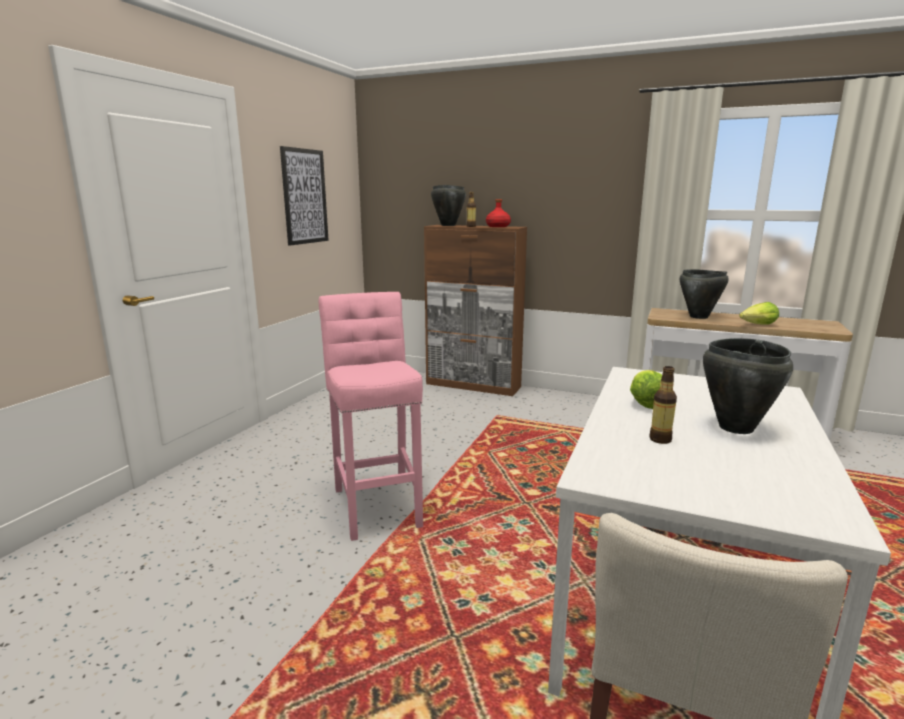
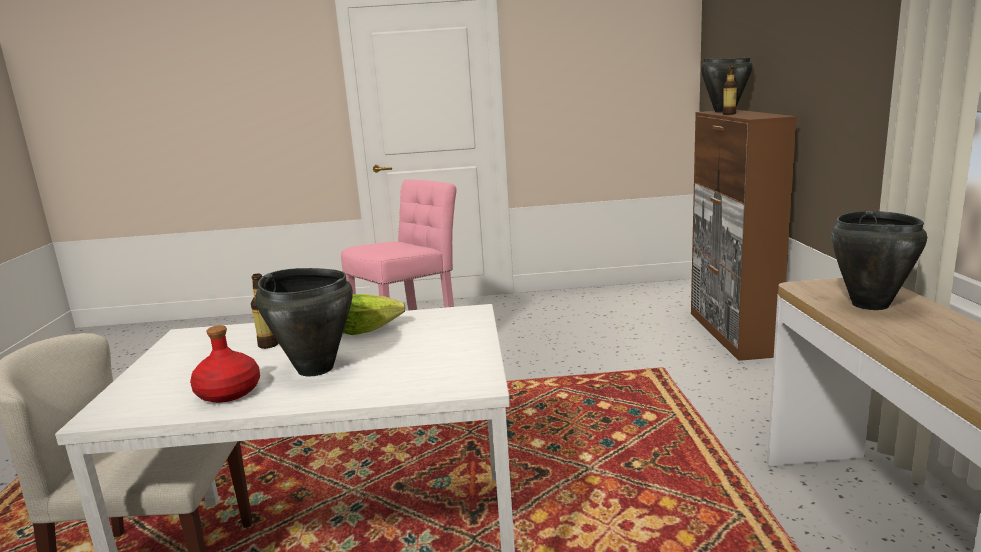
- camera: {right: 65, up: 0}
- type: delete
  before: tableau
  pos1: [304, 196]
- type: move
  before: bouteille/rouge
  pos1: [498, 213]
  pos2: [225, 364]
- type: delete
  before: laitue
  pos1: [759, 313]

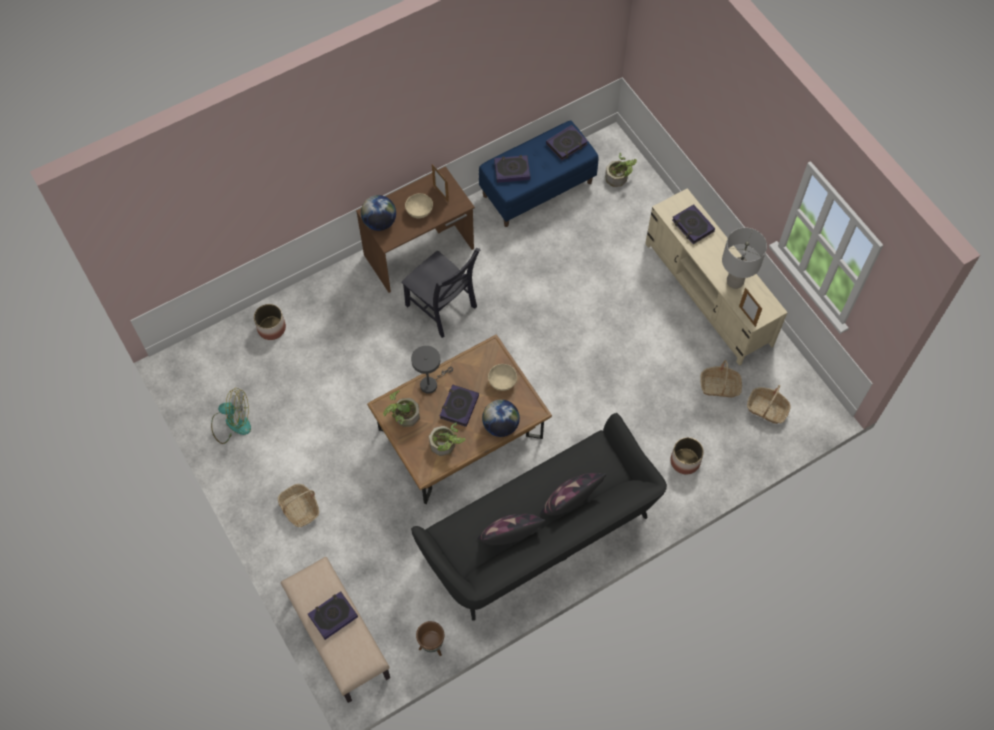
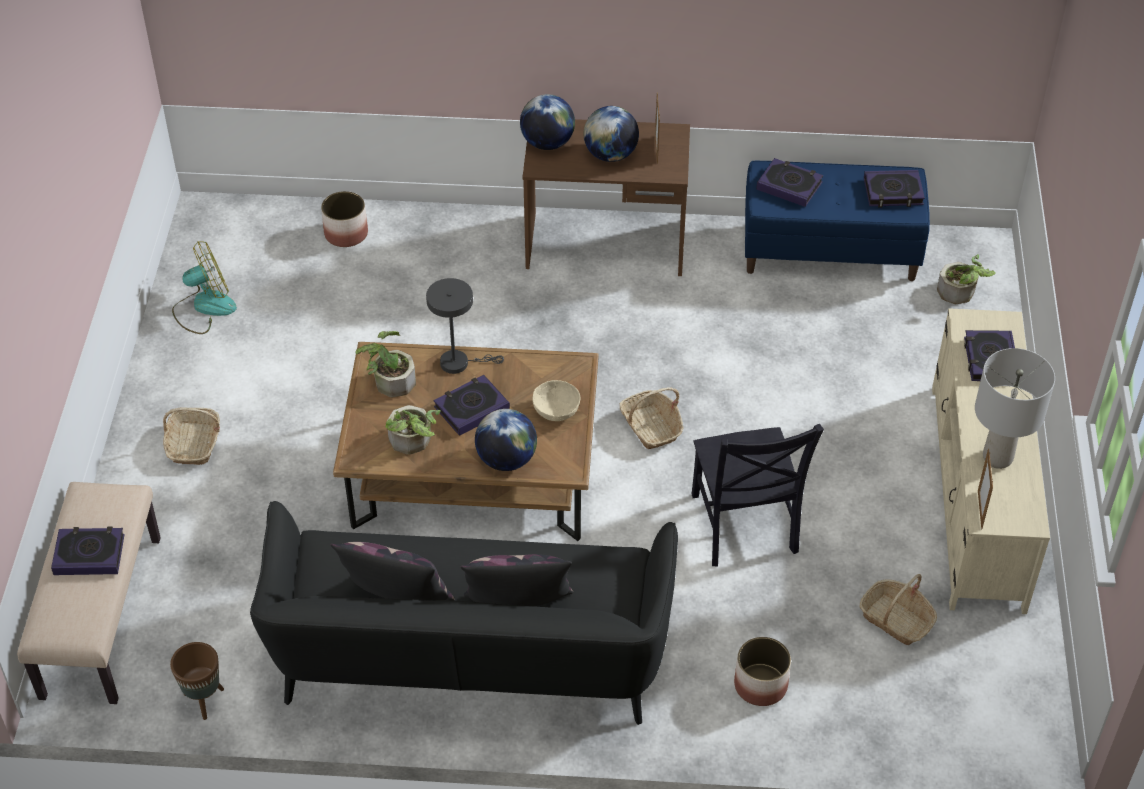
- camera: {right: 35, up: -15}
- type: rotate
  before: ventilateur
  pos1: [231, 416]
  pos2: [204, 287]
  turn: -60
- type: move
  before: chaise/noir
  pos1: [441, 293]
  pos2: [758, 495]
- type: replace
  before: bol/beige
  after: globe
  pos1: [419, 205]
  pos2: [611, 134]
- type: move
  before: panier
  pos1: [769, 404]
  pos2: [651, 418]

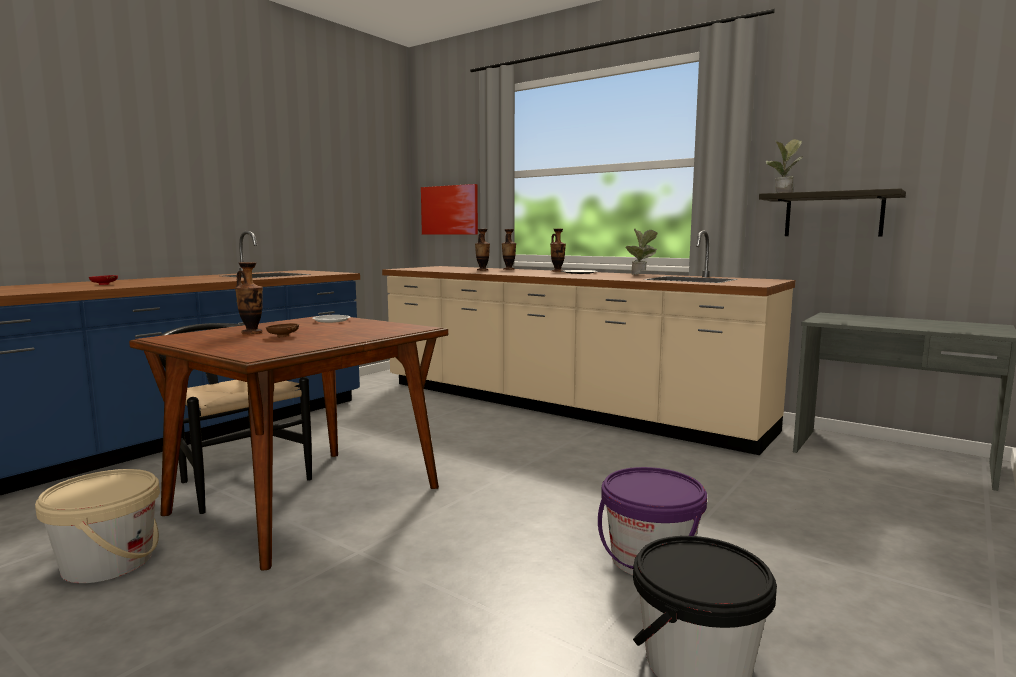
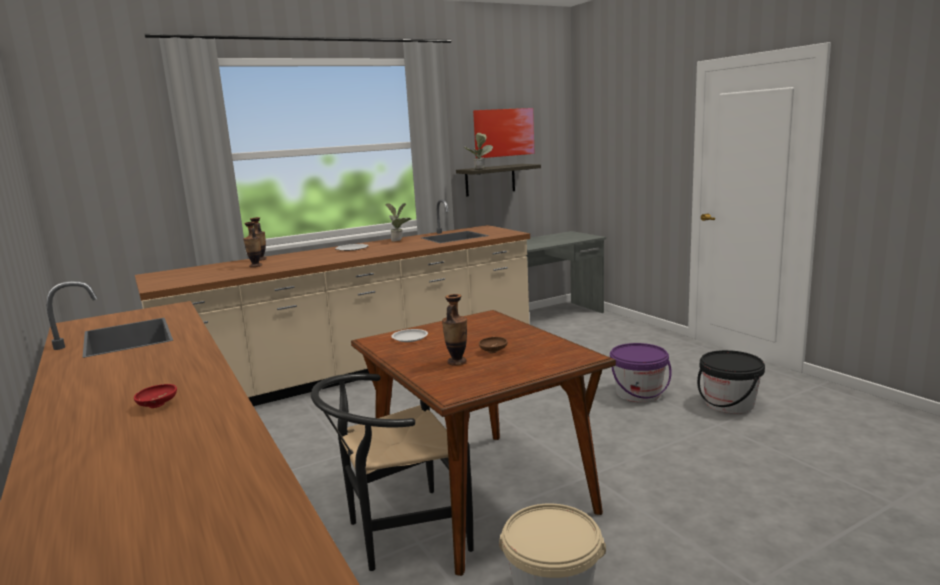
- camera: {right: -65, up: 5}
- type: move
  before: tableau
  pos1: [449, 209]
  pos2: [504, 133]
- type: delete
  before: vase
  pos1: [558, 250]

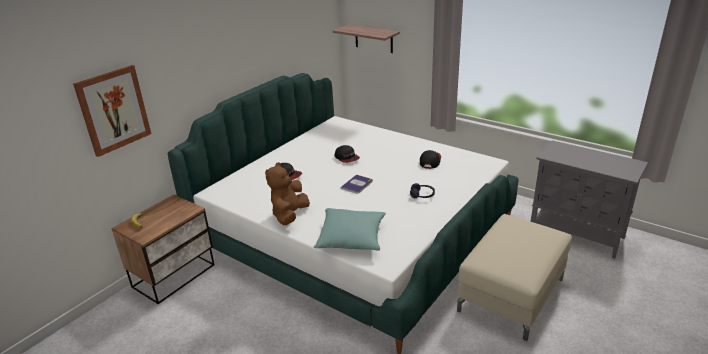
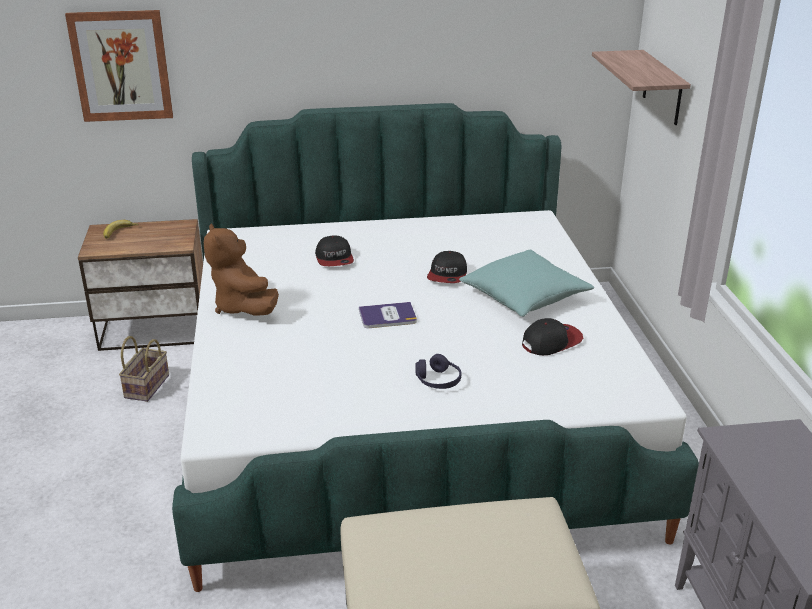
- camera: {right: 45, up: 0}
- type: rotate
  before: peluche/marron
  pos1: [287, 193]
  pos2: [241, 269]
  turn: -90
- type: move
  before: coussin/turquoise
  pos1: [350, 229]
  pos2: [526, 283]
- type: insert
  after: panier
  pos2: [144, 369]

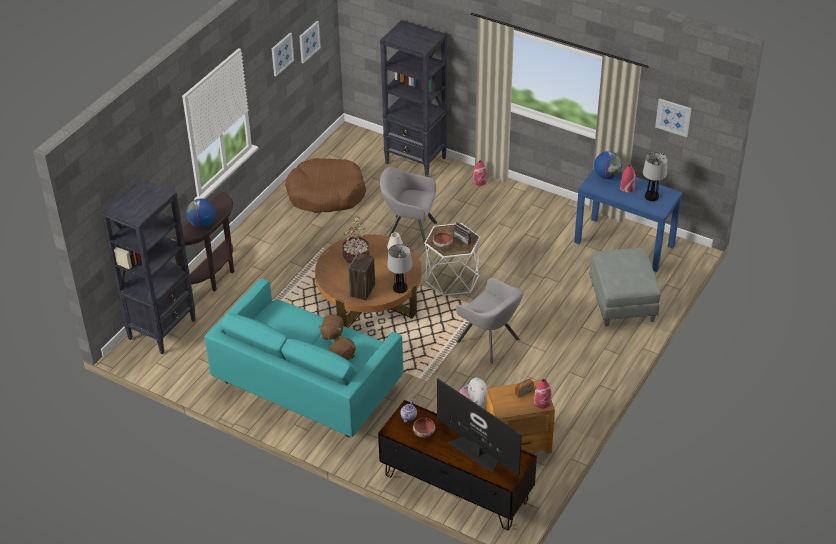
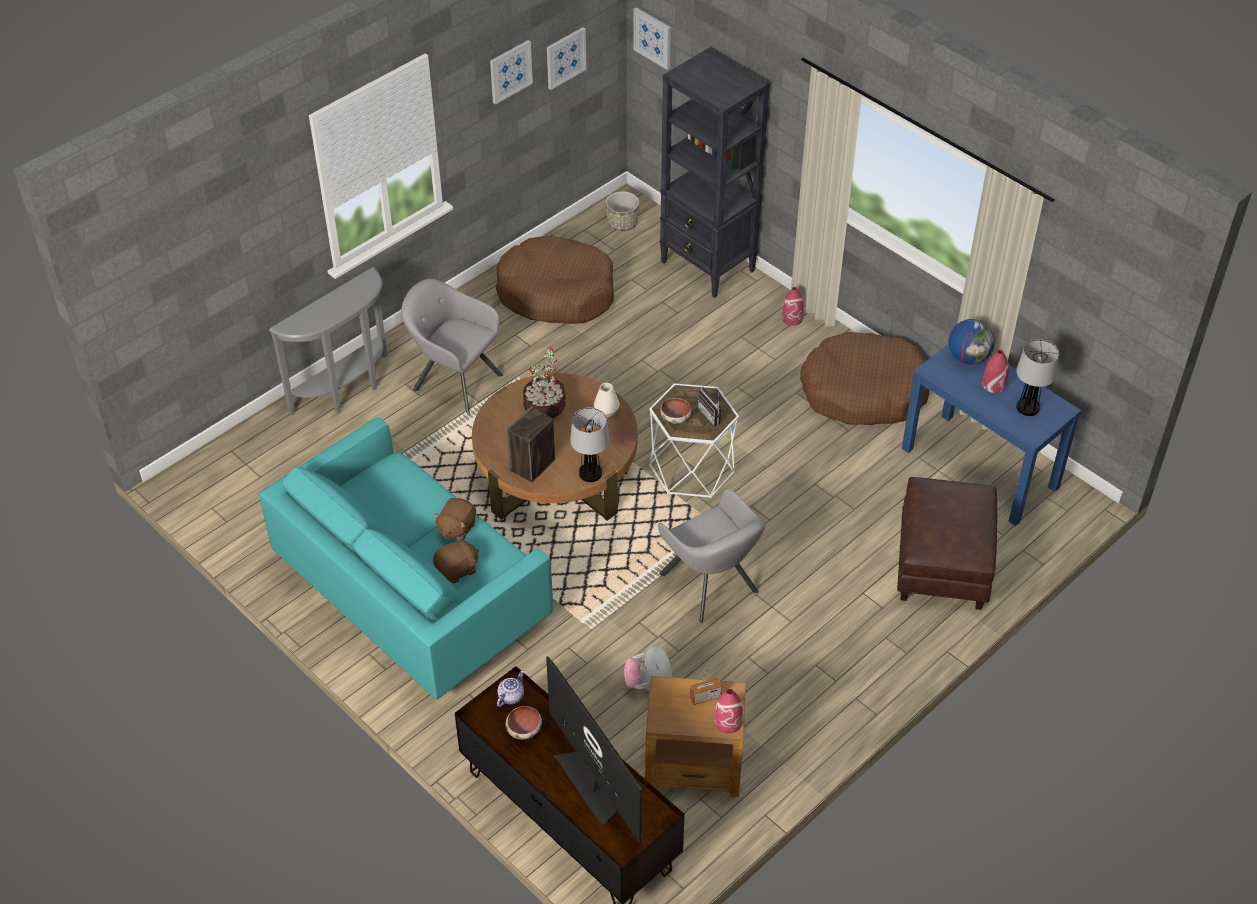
- camera: {right: 15, up: 5}
- type: delete
  before: bibliothèque/noir
  pos1: [148, 266]
- type: recolor
  before: table console/marron
  after: table console/gris
  pos1: [203, 241]
  pos2: [328, 341]
- type: delete
  before: globe
  pos1: [201, 213]
- type: move
  before: fauteuil/gris
  pos1: [409, 208]
  pos2: [452, 347]
- type: recolor
  before: pouf/gris
  after: pouf/marron
  pos1: [625, 287]
  pos2: [947, 543]
- type: move
  before: tableau
  pos1: [673, 117]
  pos2: [652, 39]
- type: insert
  after: cache-pot
  pos2: [622, 211]
- type: insert
  after: panier pour chien/marron
  pos2: [865, 378]

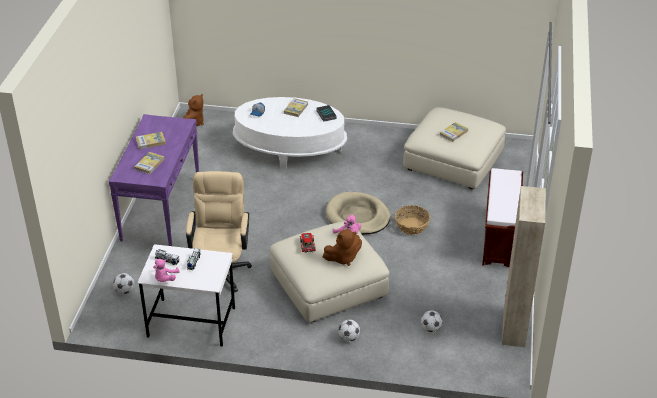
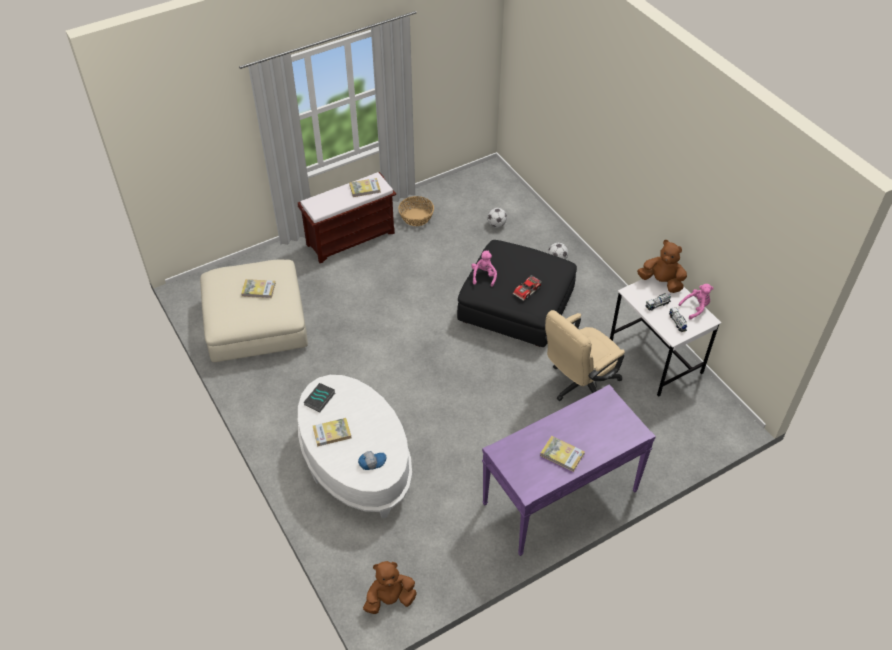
- camera: {right: -130, up: 10}
- type: delete
  before: ballon de foot
  pos1: [123, 283]
- type: move
  before: livre
  pos1: [149, 163]
  pos2: [365, 187]
- type: recolor
  before: pouf/beige
  after: pouf/noir
  pos1: [329, 272]
  pos2: [517, 293]
- type: move
  before: peluche/marron
  pos1: [342, 247]
  pos2: [662, 266]
- type: delete
  before: panier pour chien/beige
  pos1: [358, 213]
- type: move
  before: panier
  pos1: [412, 220]
  pos2: [416, 211]
- type: delete
  before: meuble de rangement/beige
  pos1: [524, 266]

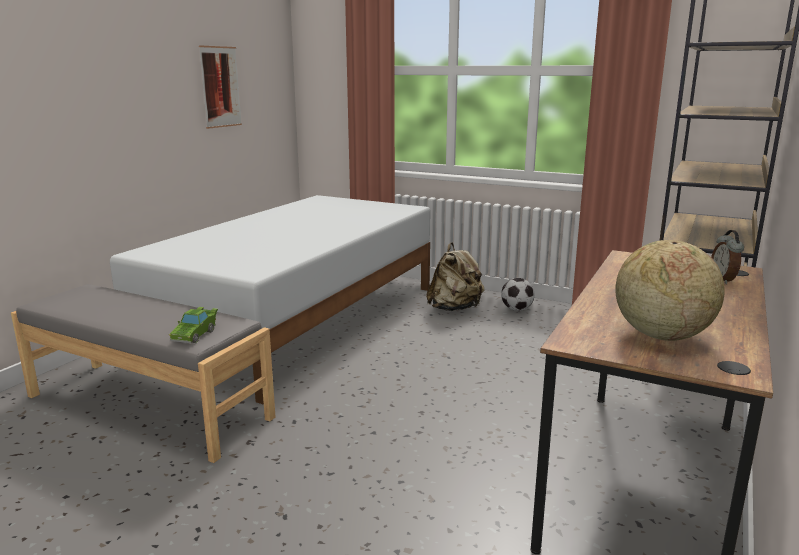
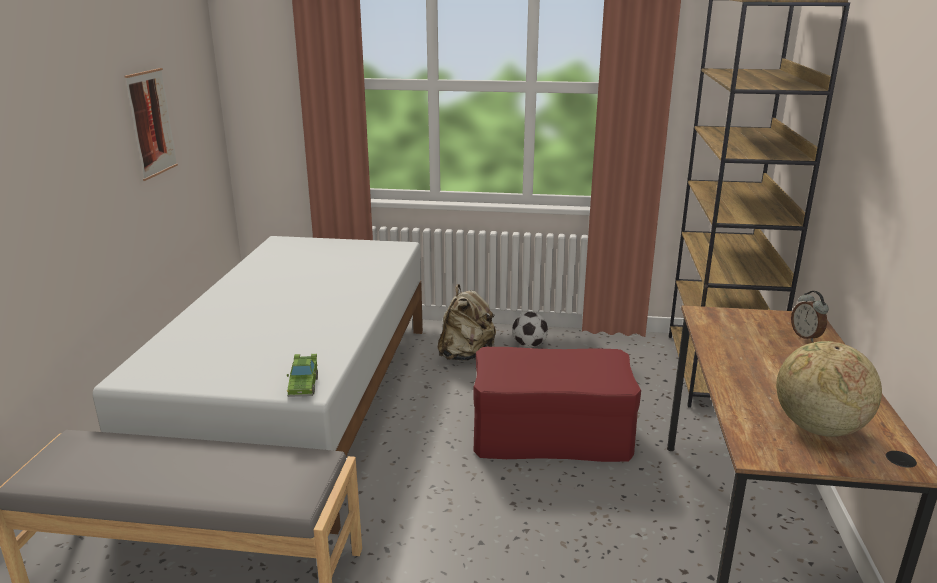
- camera: {right: -20, up: 5}
- type: move
  before: petite voiture/vert
  pos1: [193, 325]
  pos2: [302, 375]
- type: insert
  after: pouf/rouge
  pos2: [557, 404]

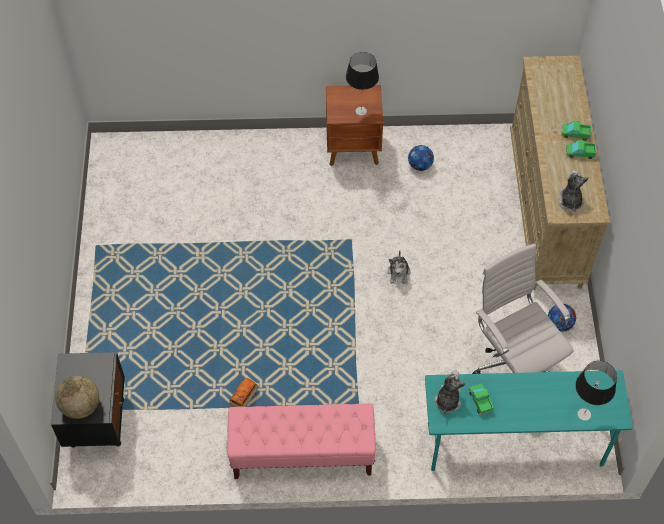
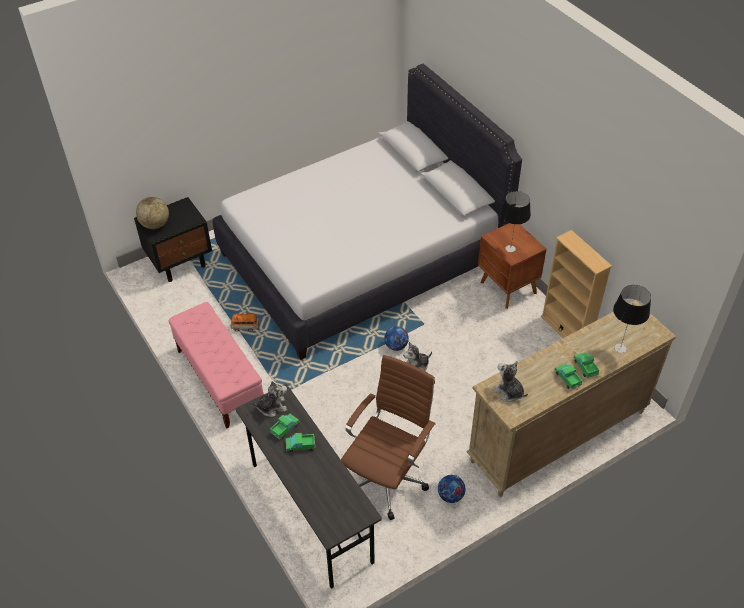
- camera: {right: 60, up: -10}
- type: move
  before: ballon de foot
  pos1: [421, 158]
  pos2: [396, 338]
- type: recolor
  before: bureau/turquoise
  after: bureau/gris
  pos1: [529, 420]
  pos2: [309, 486]
- type: recolor
  before: chaise de bureau/blanc
  after: chaise de bureau/marron
  pos1: [523, 308]
  pos2: [388, 437]
- type: rotate
  before: peluche
  pos1: [573, 191]
  pos2: [510, 381]
  turn: -105
- type: move
  before: lampe de table
  pos1: [596, 391]
  pos2: [632, 319]
- type: insert
  after: lit/blanc
  pos2: [367, 212]
- type: insert
  after: camion jouet
  pos2: [300, 442]
- type: insert
  after: bibliothèque/beige
  pos2: [576, 284]

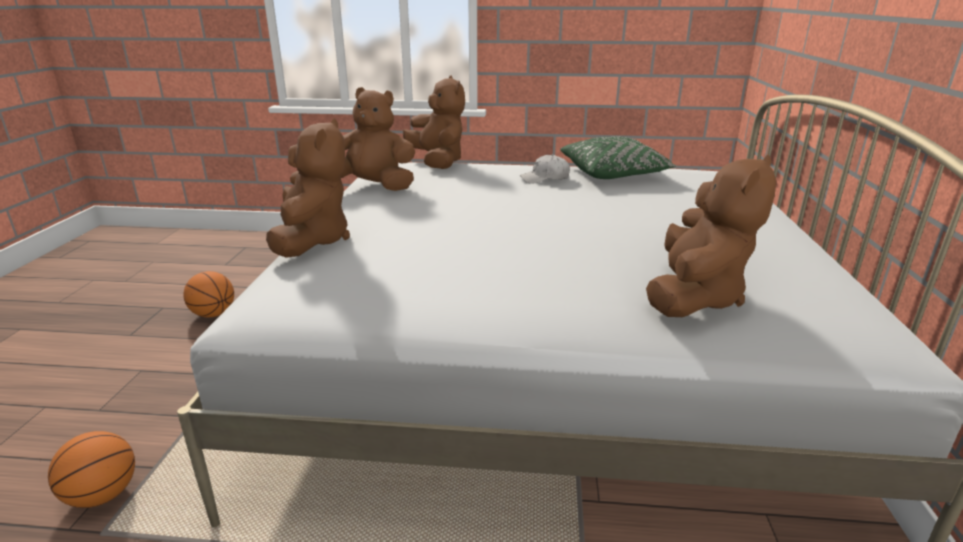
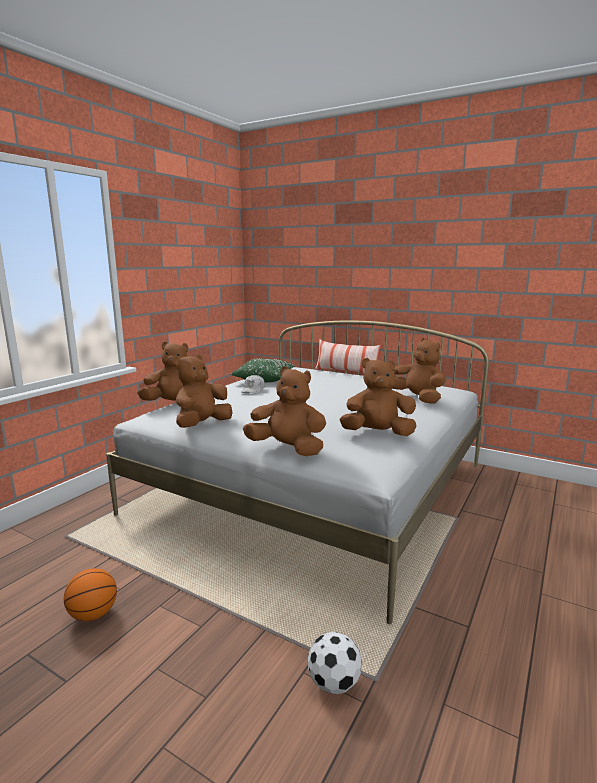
- camera: {right: -65, up: -10}
- type: replace
  before: ballon de basket
  after: ballon de foot
  pos1: [91, 469]
  pos2: [335, 663]
- type: insert
  after: coussin
  pos2: [348, 356]
- type: insert
  after: peluche/marron
  pos2: [378, 397]

